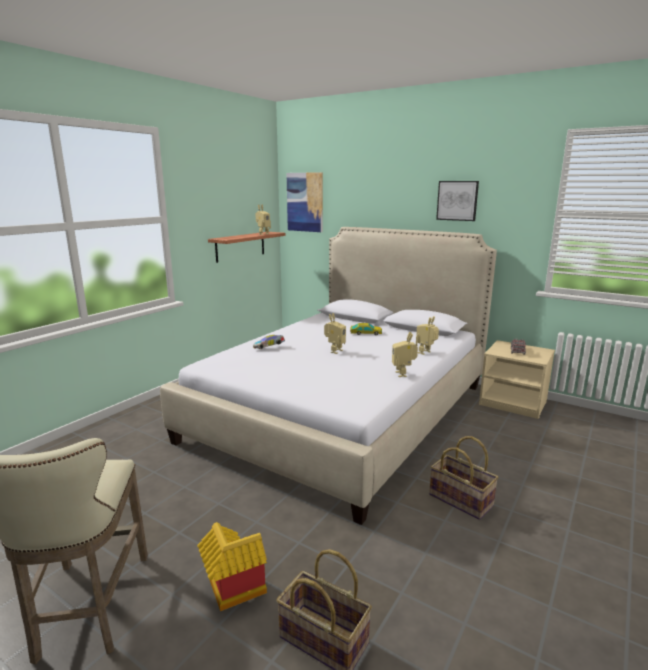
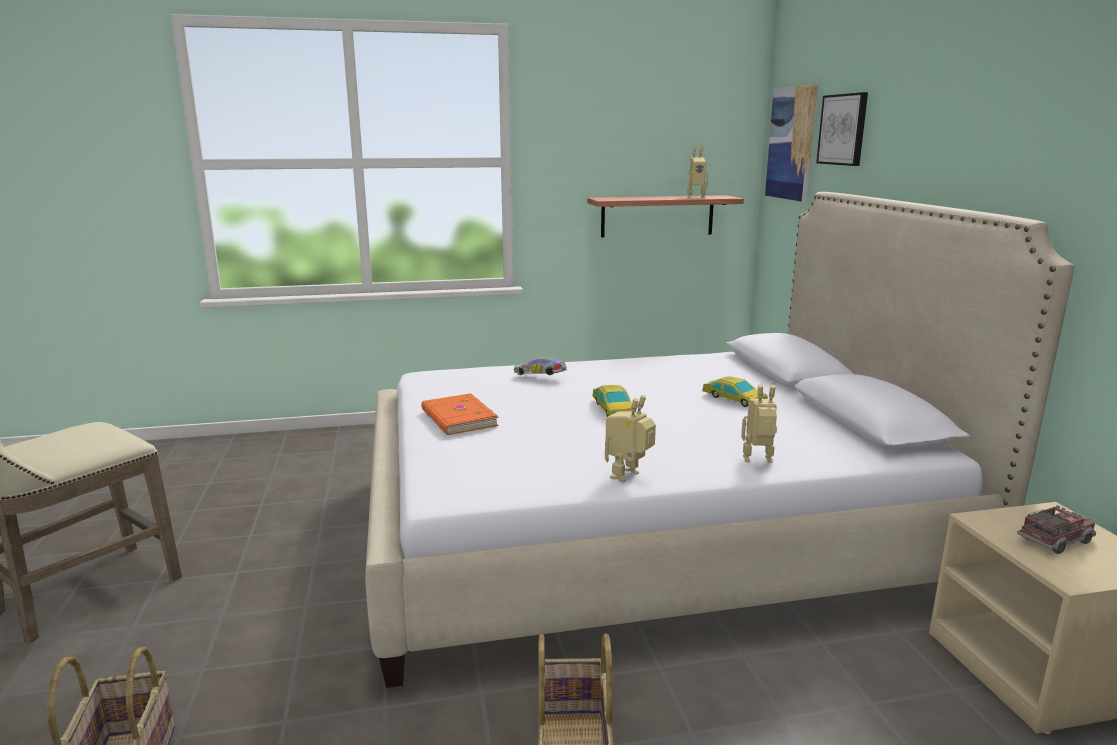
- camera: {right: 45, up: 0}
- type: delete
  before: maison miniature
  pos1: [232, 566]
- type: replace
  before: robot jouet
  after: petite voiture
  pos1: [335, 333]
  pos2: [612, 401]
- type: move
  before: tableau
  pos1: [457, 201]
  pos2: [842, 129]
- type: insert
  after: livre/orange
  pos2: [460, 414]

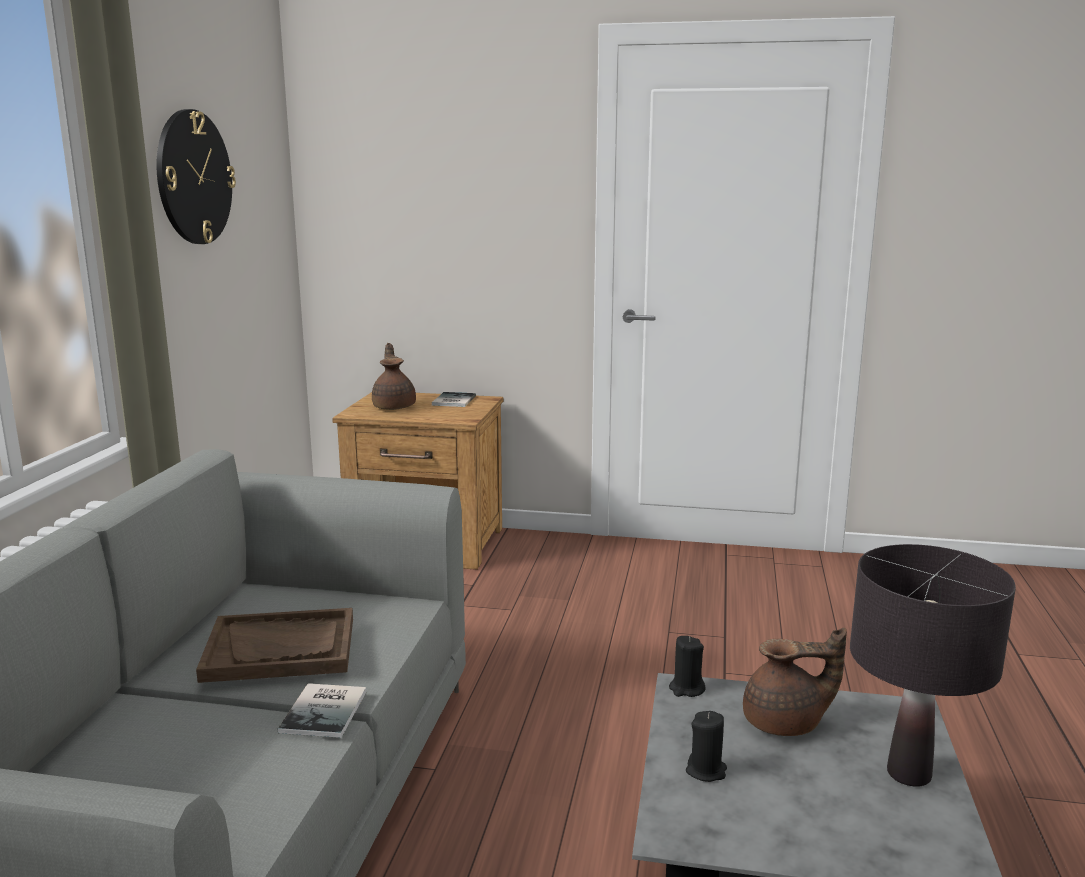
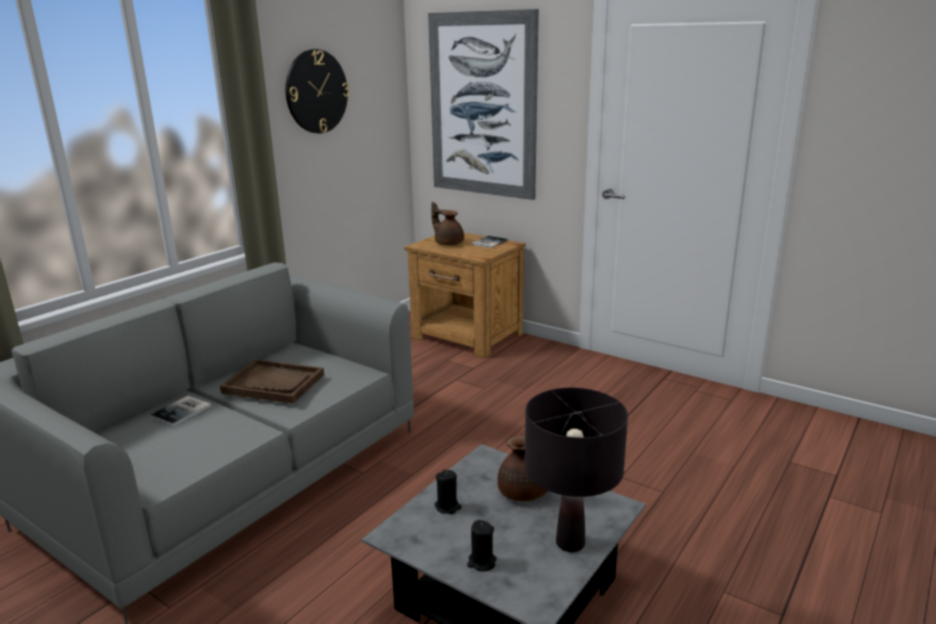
- camera: {right: 25, up: 5}
- type: move
  before: livre
  pos1: [321, 710]
  pos2: [180, 411]
- type: rotate
  before: théière/marron
  pos1: [394, 376]
  pos2: [447, 223]
  turn: -60
- type: move
  before: bougie/noir
  pos1: [687, 666]
  pos2: [482, 545]
- type: insert
  after: tableau
  pos2: [483, 104]

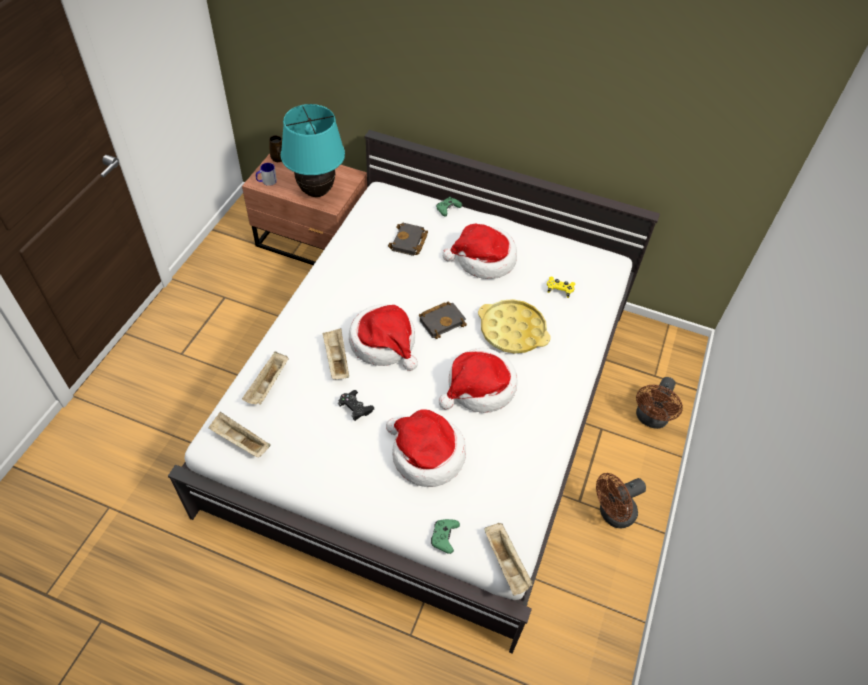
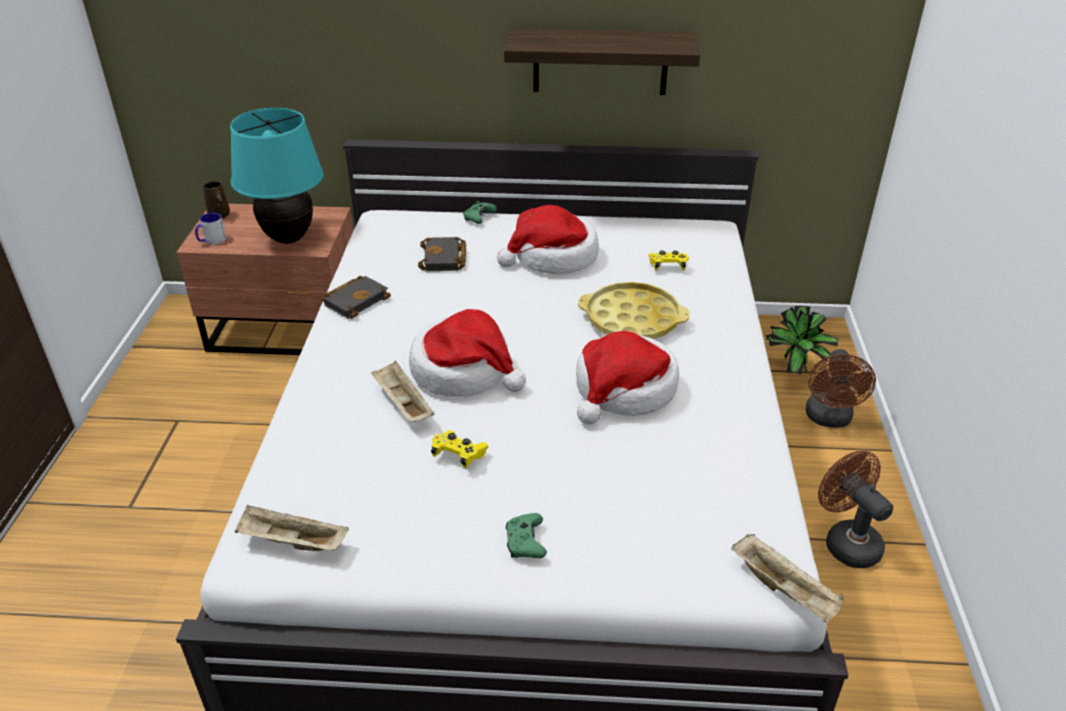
- camera: {right: -15, up: -15}
- type: delete
  before: plateau/beige
  pos1: [265, 378]
- type: recolor
  before: manette/noir
  after: manette/jaune
  pos1: [356, 405]
  pos2: [460, 449]
- type: delete
  before: chapeau
  pos1: [426, 448]
- type: move
  before: livre/noir
  pos1: [443, 320]
  pos2: [356, 297]
- type: move
  before: manette/vert
  pos1: [445, 536]
  pos2: [526, 535]
- type: rotate
  before: ventilateur/marron
  pos1: [621, 500]
  pos2: [855, 509]
  turn: 105
- type: insert
  after: étagère
  pos2: [602, 61]
- type: insert
  after: plante en pot
  pos2: [801, 340]

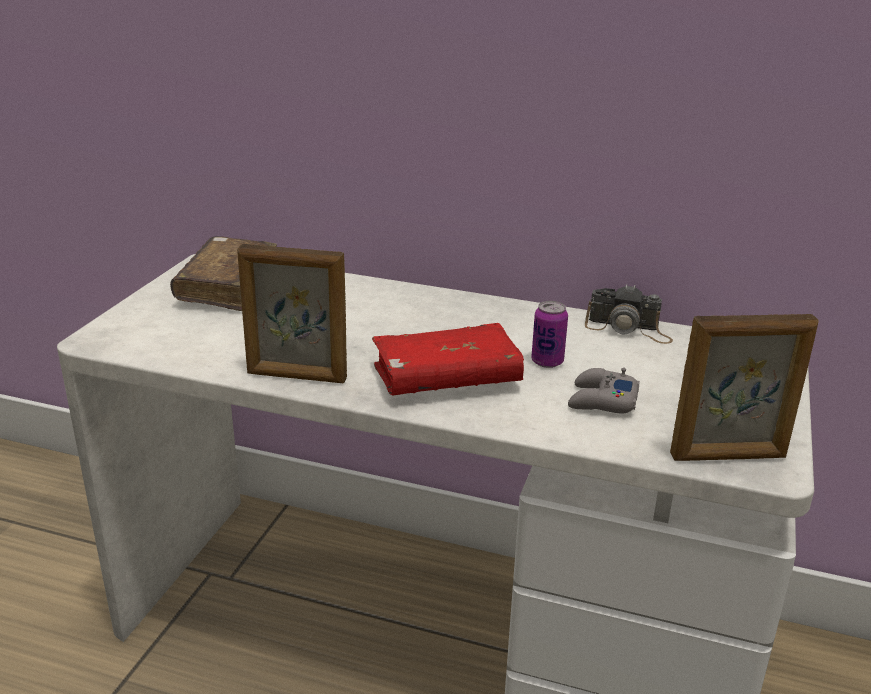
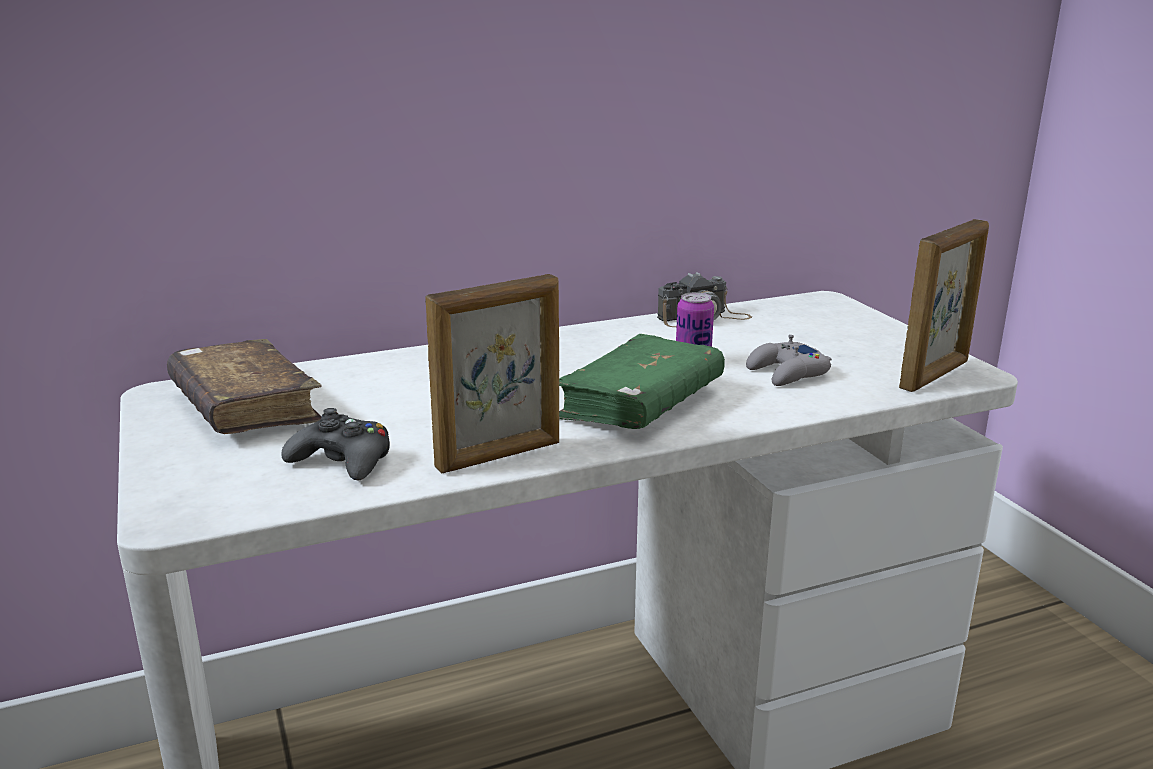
- camera: {right: -40, up: -5}
- type: recolor
  before: livre/rouge
  after: livre/vert
  pos1: [448, 359]
  pos2: [642, 381]
- type: insert
  after: manette/noir
  pos2: [335, 444]

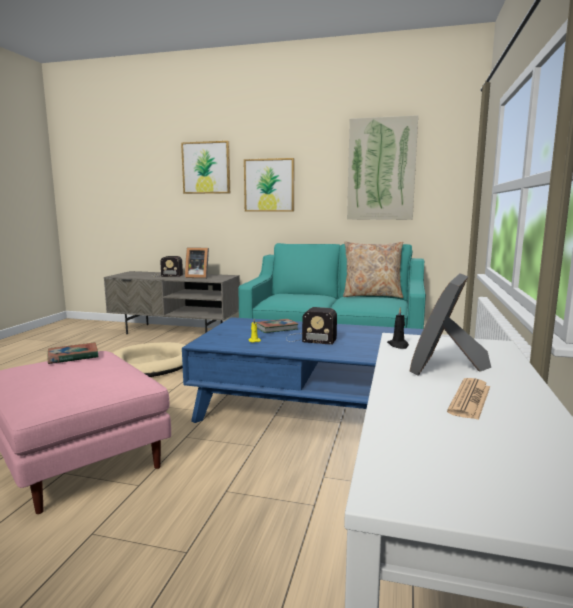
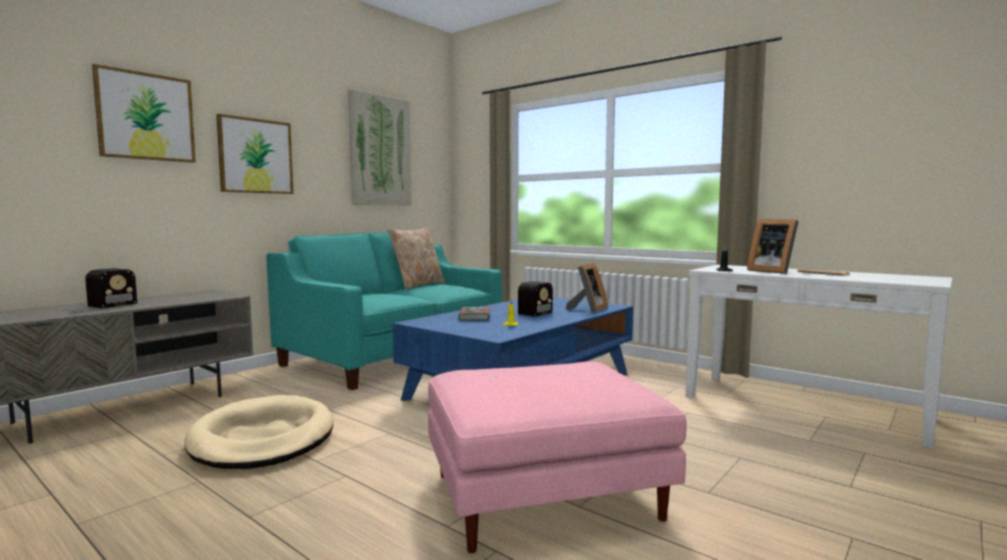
- camera: {right: -65, up: -5}
- type: delete
  before: livre
  pos1: [72, 353]
- type: move
  before: cadre photo
  pos1: [197, 263]
  pos2: [587, 288]

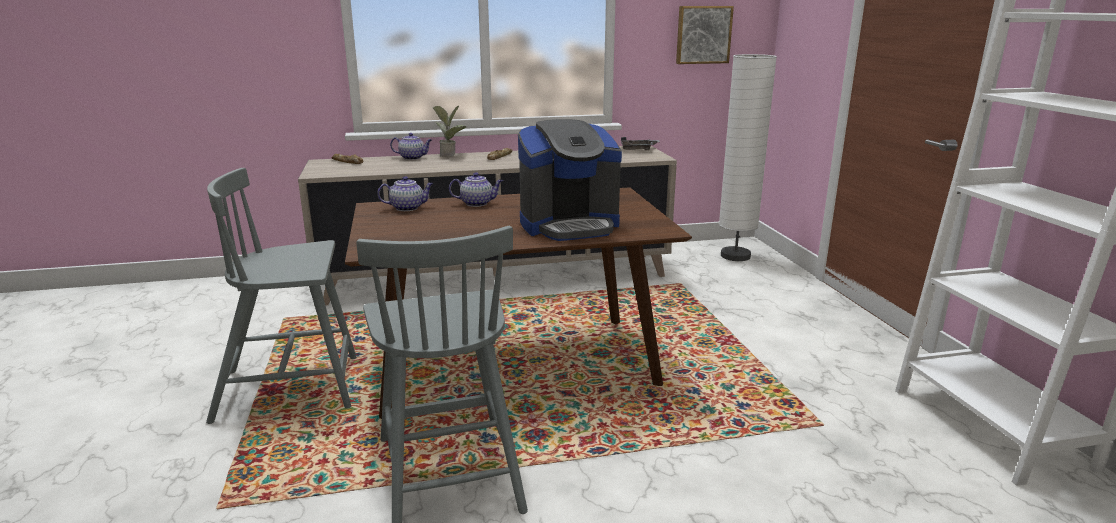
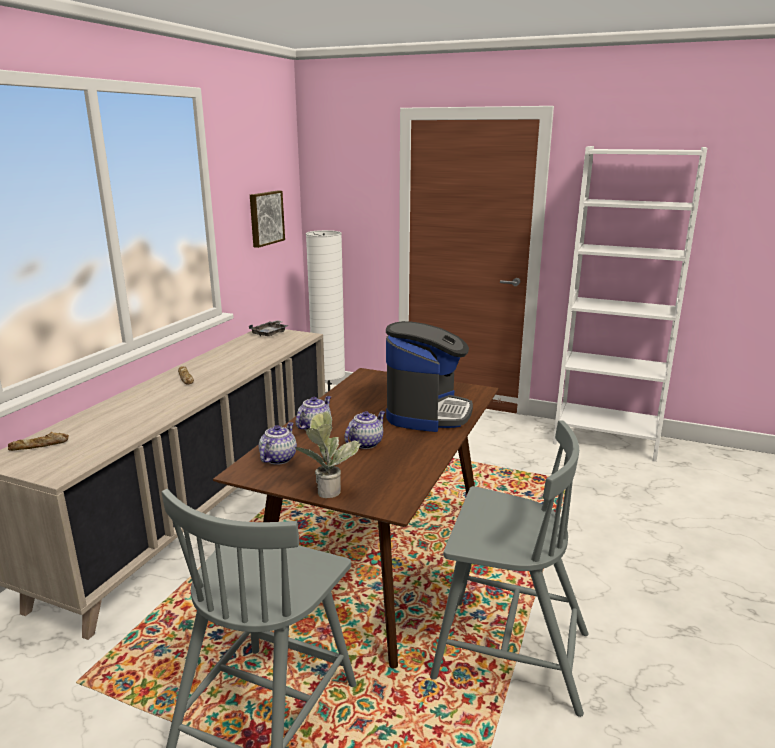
- camera: {right: -55, up: 0}
- type: move
  before: théière
  pos1: [411, 146]
  pos2: [364, 430]
- type: move
  before: plante en pot
  pos1: [449, 131]
  pos2: [328, 454]

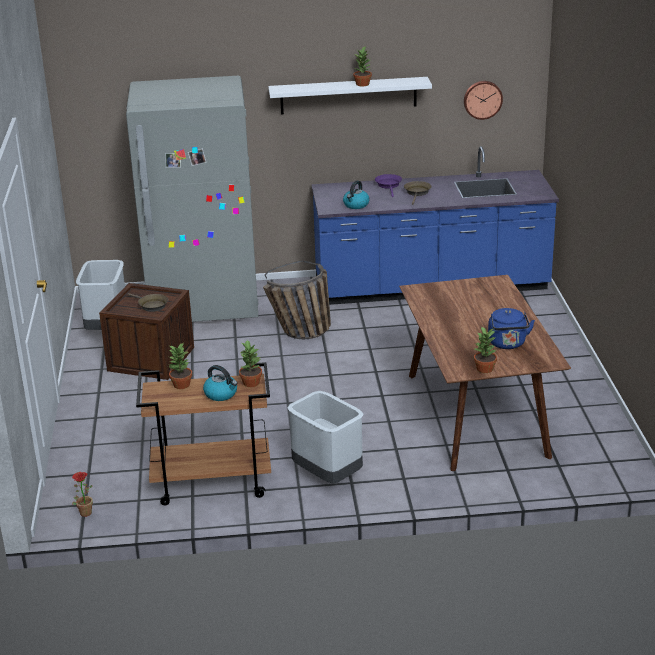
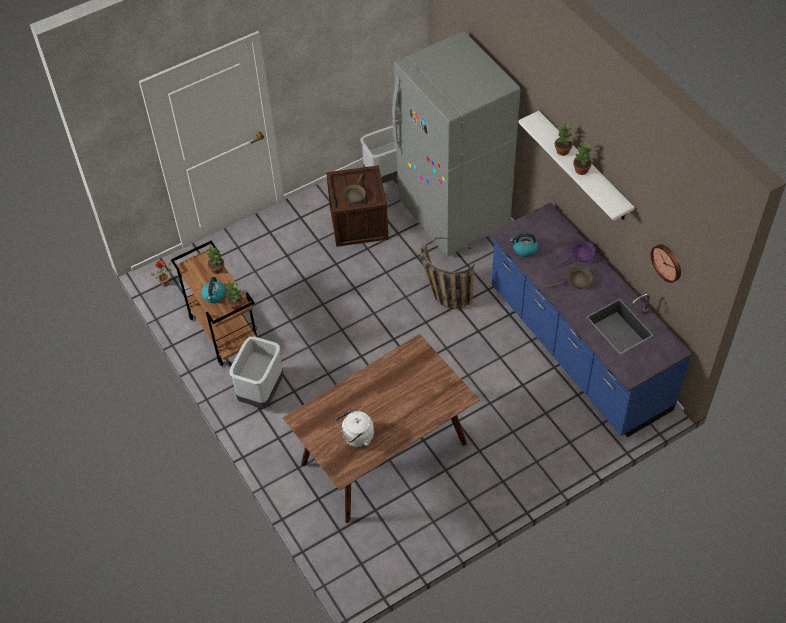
- camera: {right: 65, up: 25}
- type: move
  before: plante en pot
  pos1: [485, 350]
  pos2: [564, 139]
- type: recolor
  before: bouilloire/bleu
  after: bouilloire/blanc
  pos1: [511, 328]
  pos2: [354, 429]

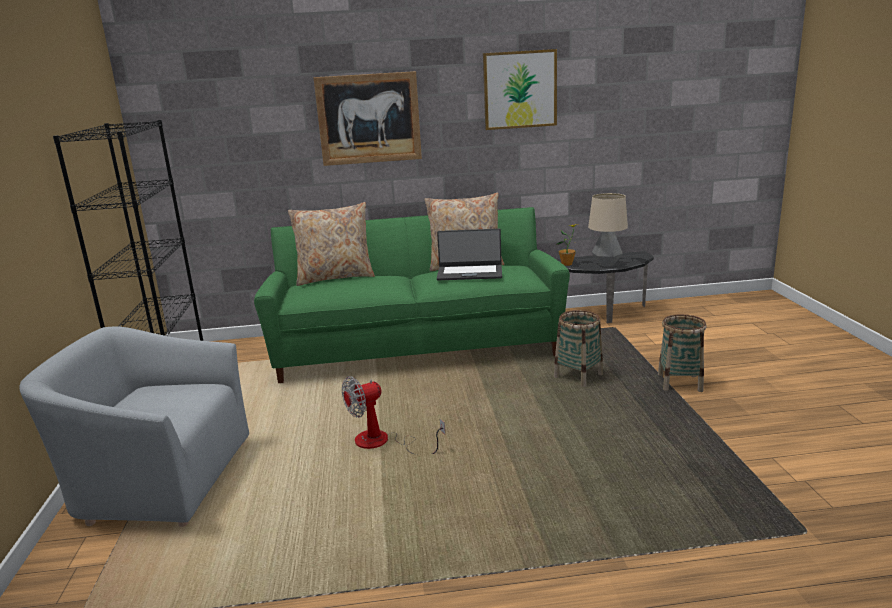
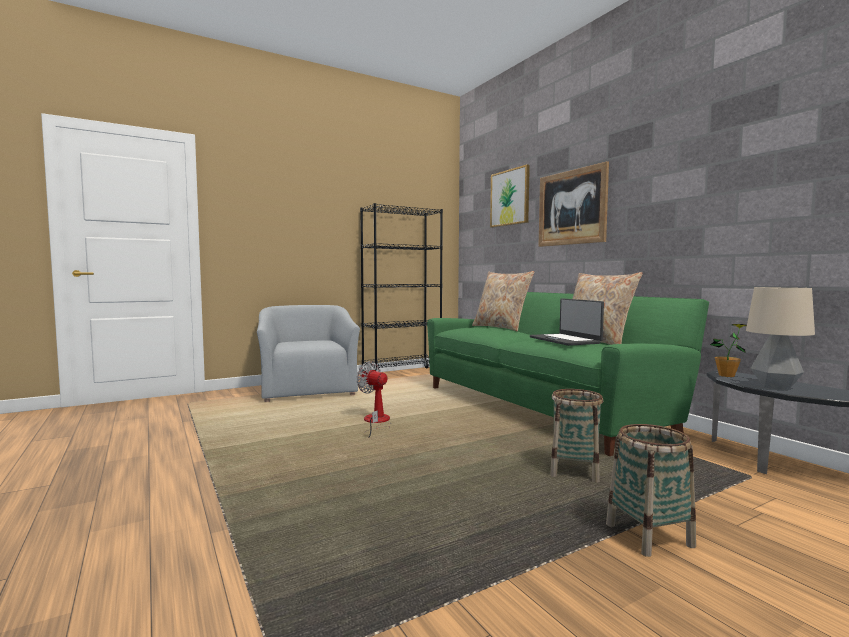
- camera: {right: 65, up: -15}
- type: move
  before: tableau
  pos1: [520, 89]
  pos2: [510, 196]

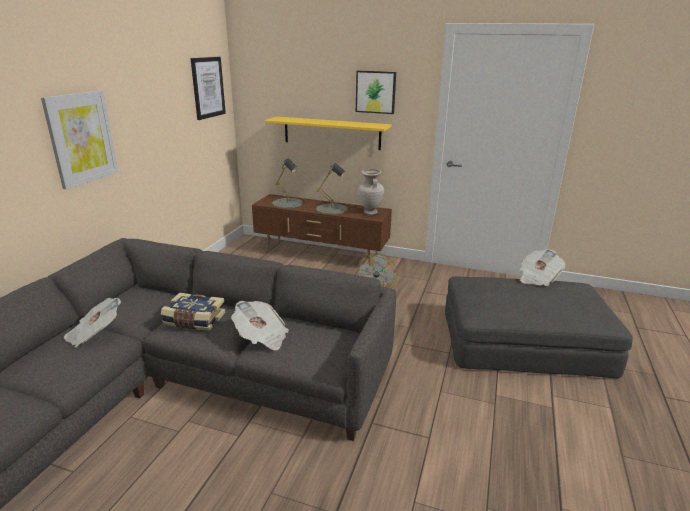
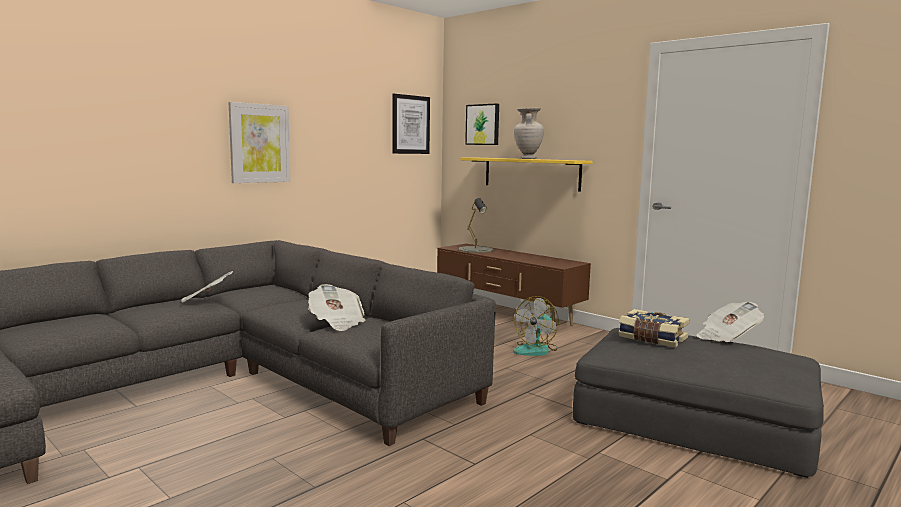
- camera: {right: 25, up: -15}
- type: move
  before: livre
  pos1: [193, 312]
  pos2: [653, 328]
- type: delete
  before: lampe de table/gris
  pos1: [332, 189]
- type: move
  before: tableau
  pos1: [376, 92]
  pos2: [482, 124]
- type: move
  before: vase/beige
  pos1: [371, 192]
  pos2: [529, 133]

